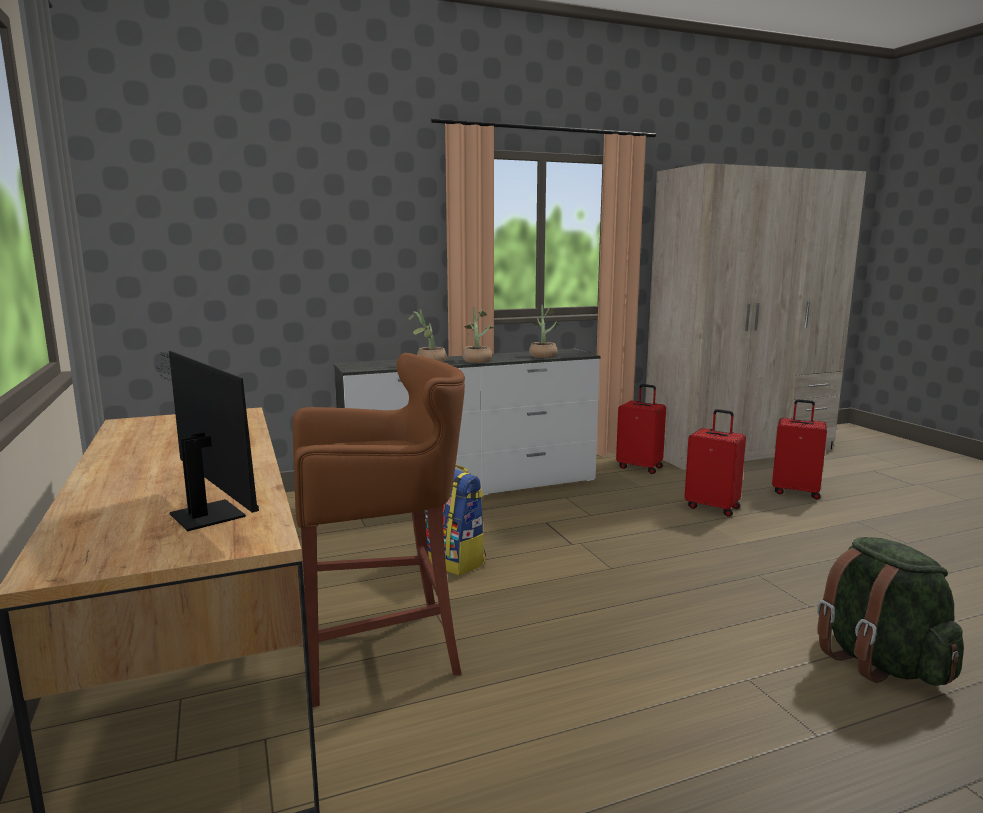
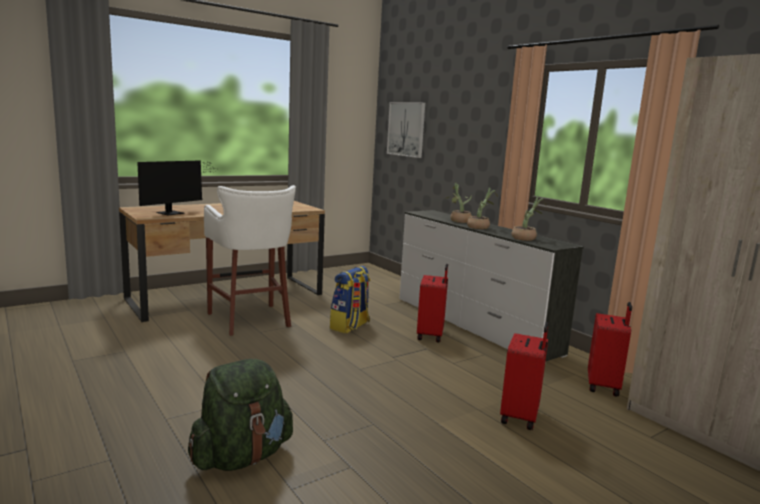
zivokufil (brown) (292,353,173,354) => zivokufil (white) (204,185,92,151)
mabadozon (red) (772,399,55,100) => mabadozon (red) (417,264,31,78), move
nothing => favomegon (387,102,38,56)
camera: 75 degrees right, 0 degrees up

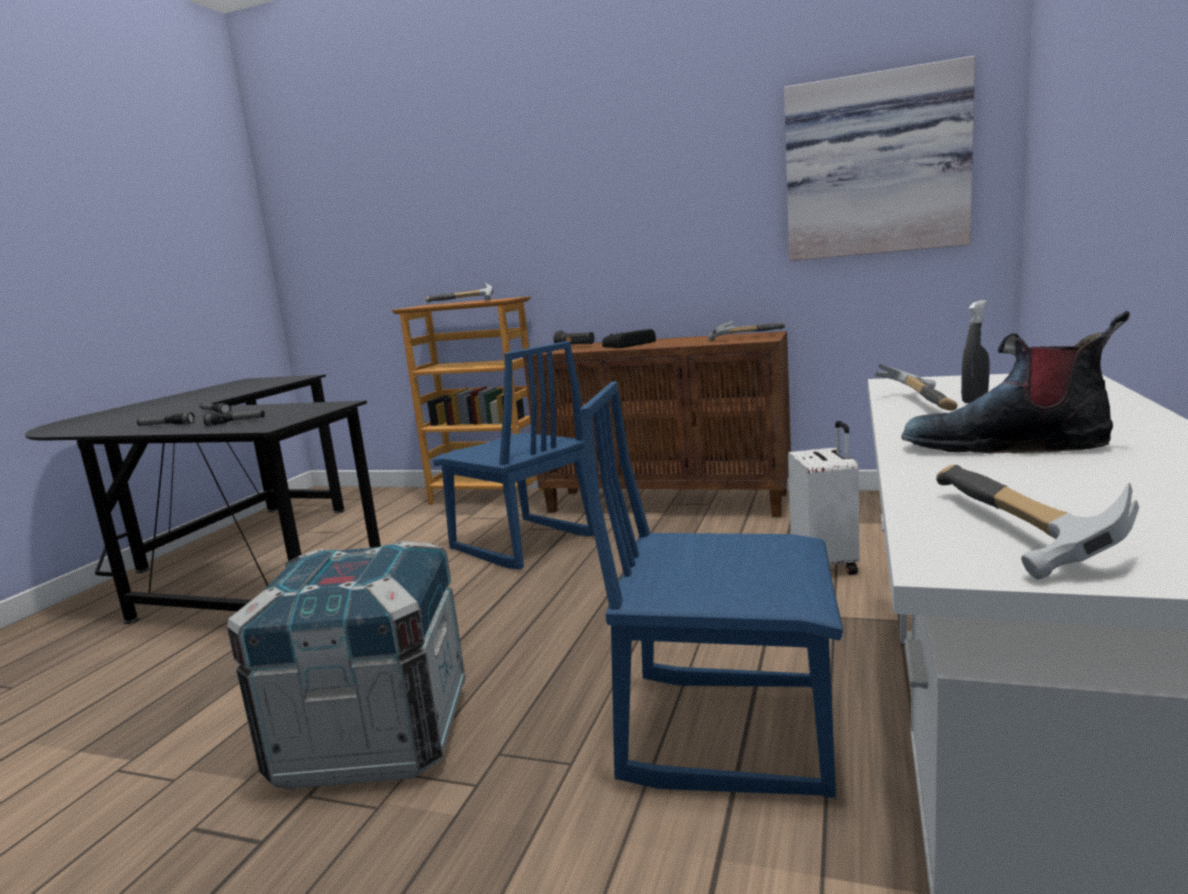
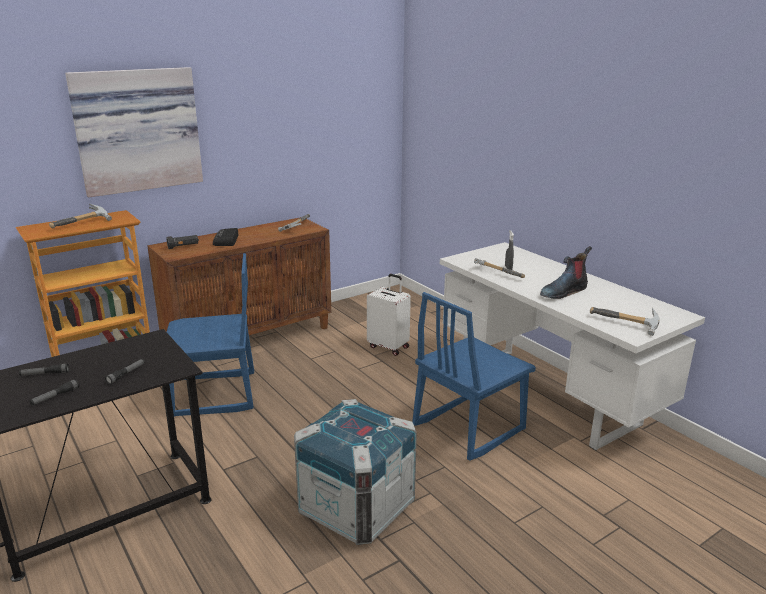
favomegon (784,56,191,205) => favomegon (65,67,138,130), move
camera: 55 degrees left, 10 degrees up

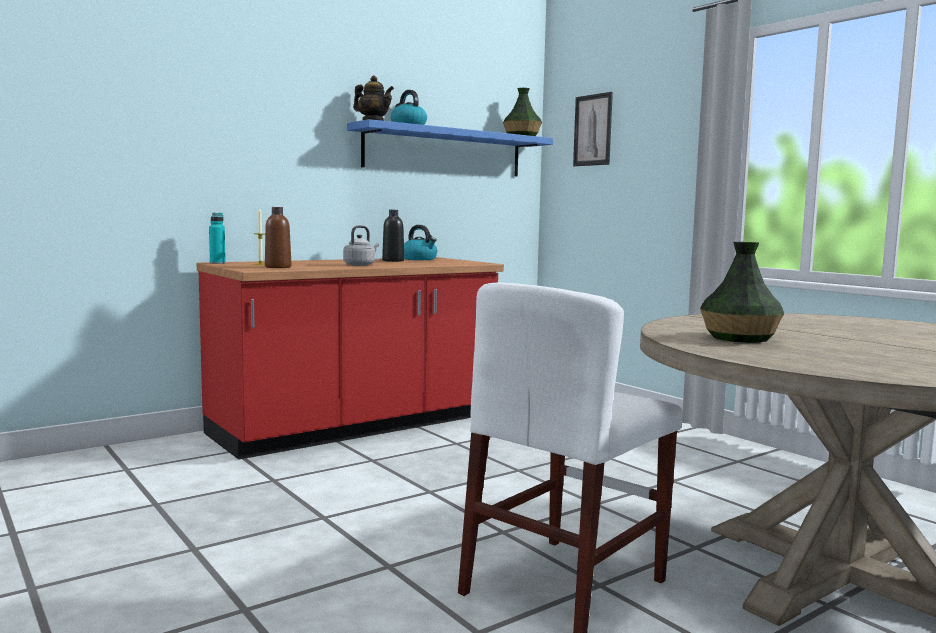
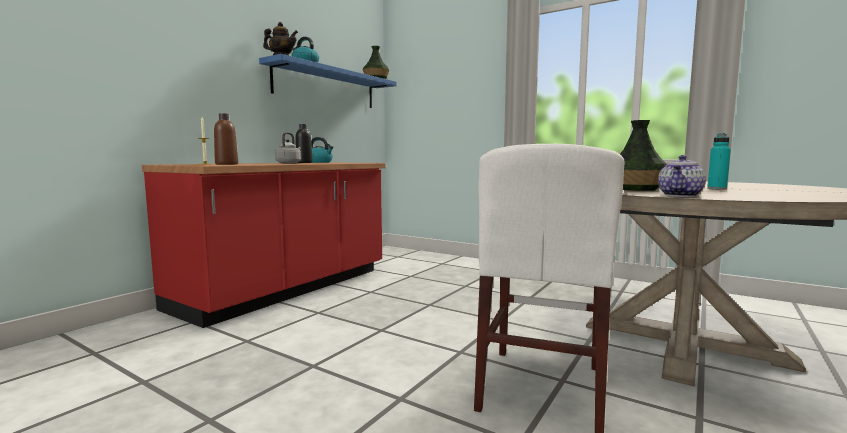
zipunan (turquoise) (209,213,17,51) => zipunan (turquoise) (707,133,24,57), move
favomegon (573,92,40,74) => nothing
nothing => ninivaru (658,155,48,42)
camera: 20 degrees left, 0 degrees up

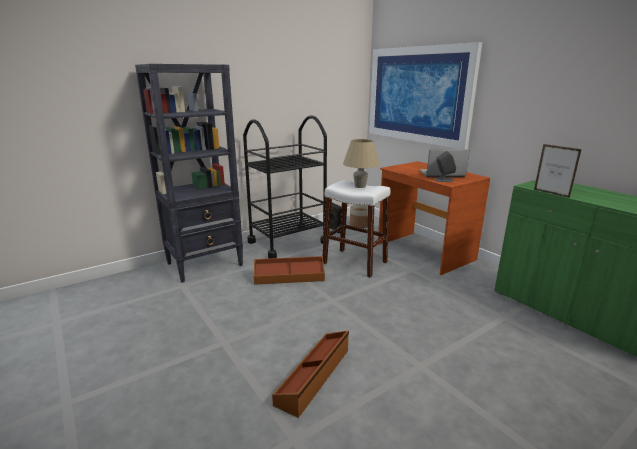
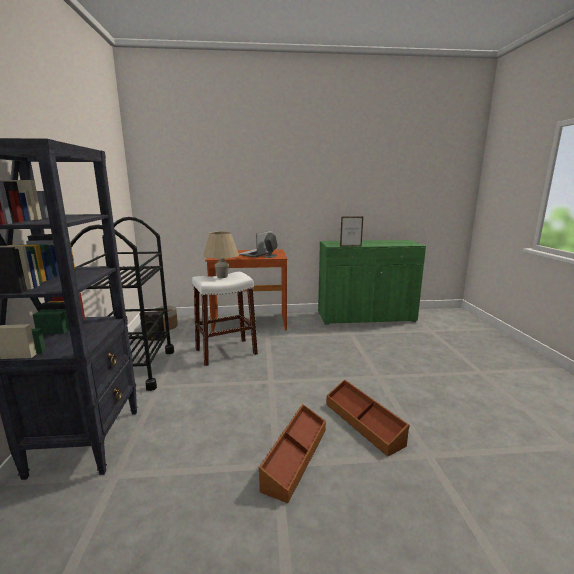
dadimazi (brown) (254,256,71,29) => dadimazi (brown) (259,404,67,99), move
favomegon (369,42,113,107) => nothing
camera: 60 degrees left, 5 degrees down

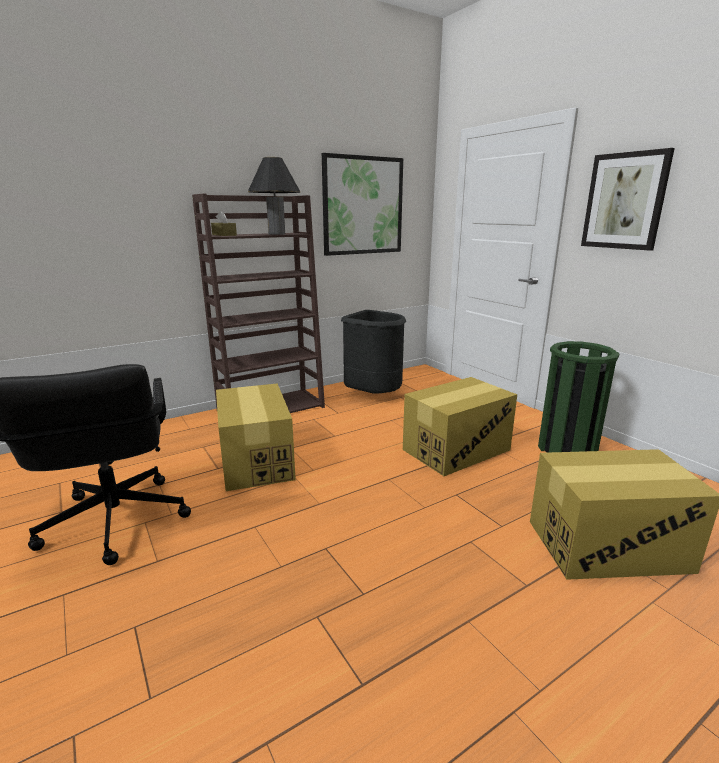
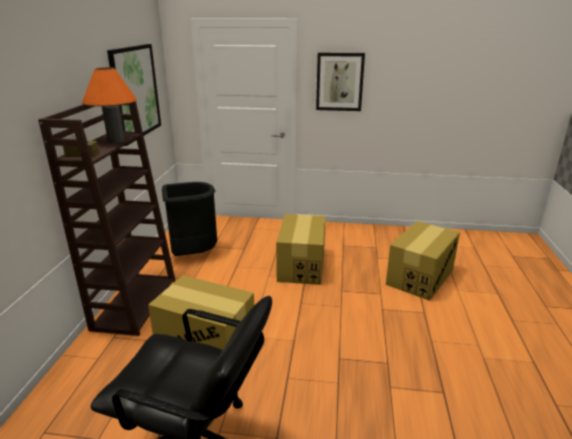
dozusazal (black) (248,157,52,78) => dozusazal (orange) (82,67,55,76)
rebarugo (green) (538,341,82,112) => nothing
camera: 50 degrees left, 5 degrees up

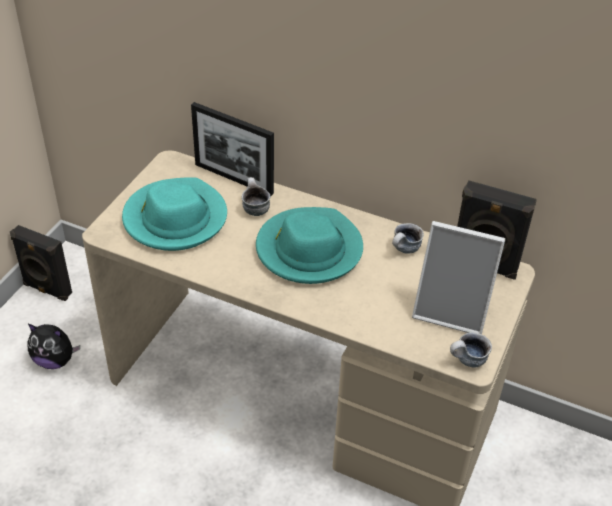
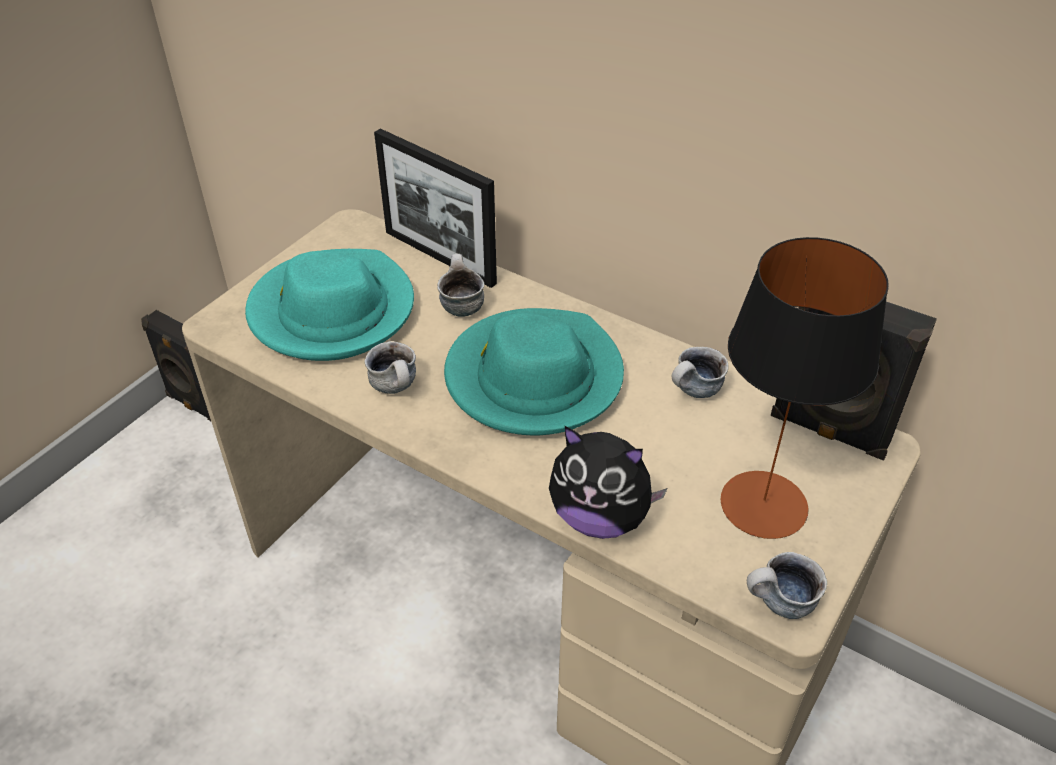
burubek (27,324,53,45) => burubek (549,426,119,113), move
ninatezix (412,221,93,113) => dozusazal (721,237,168,302)
nothing => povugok (364,341,52,53)
camera: 10 degrees right, 0 degrees up

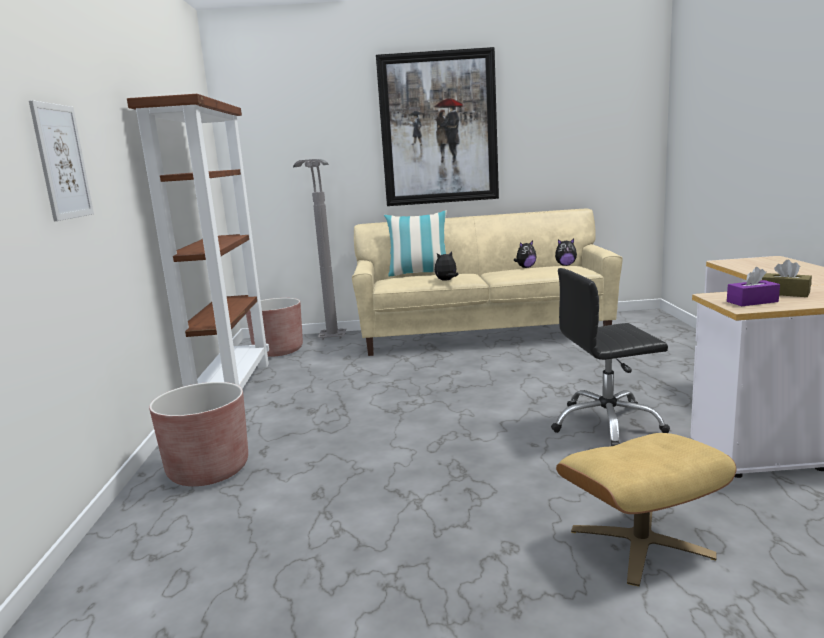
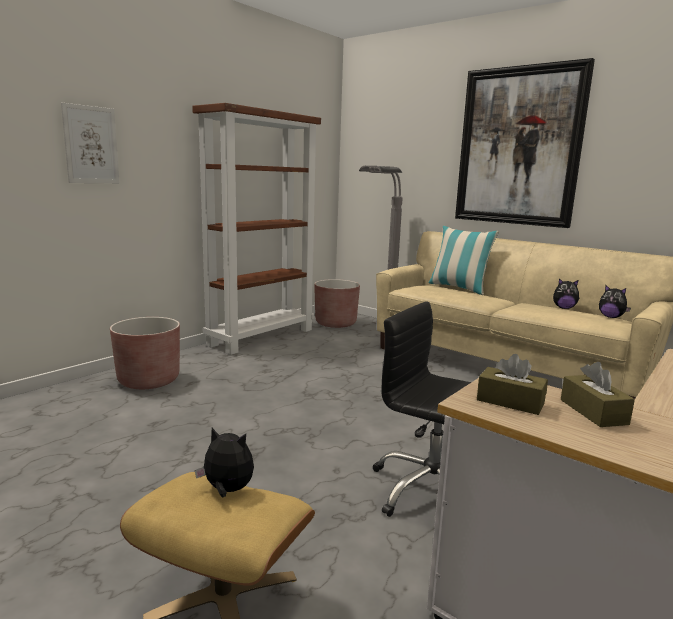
burubek (435,251,24,30) => burubek (195,428,59,70), move
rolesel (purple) (727,267,53,39) => rolesel (brown) (477,354,71,61)
camera: 40 degrees right, 0 degrees up

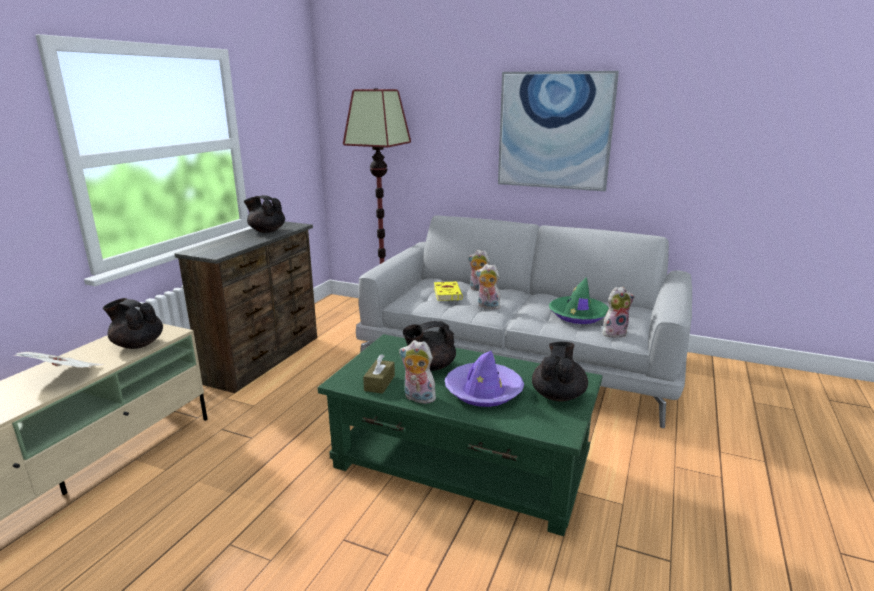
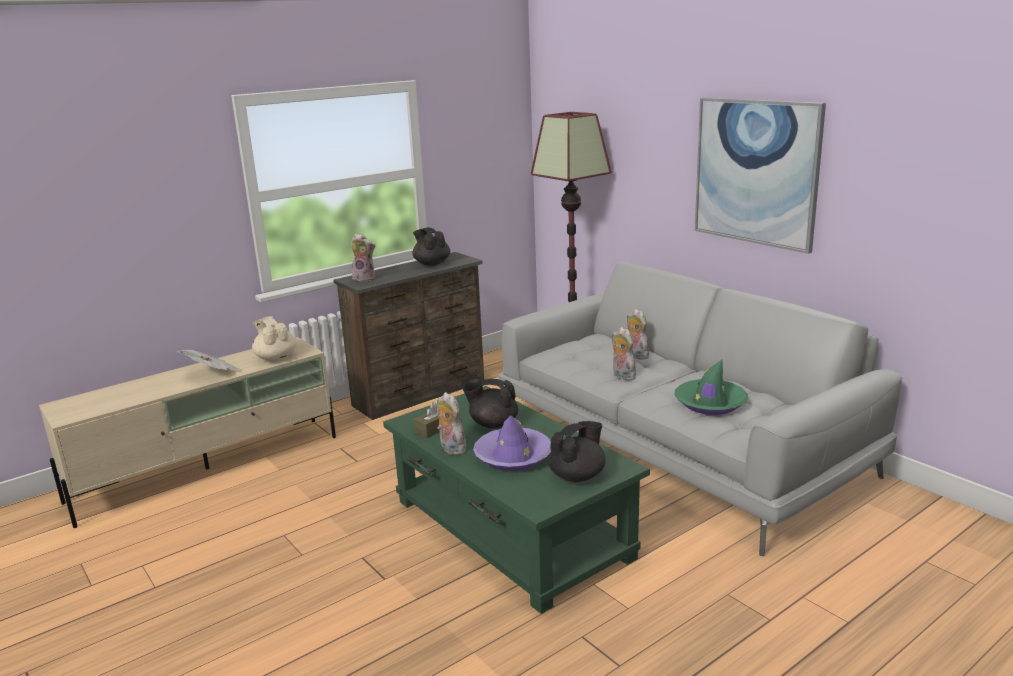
ninivaru (black) (103,298,60,51) => ninivaru (beige) (252,316,45,45)
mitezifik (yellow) (434,281,29,20) => nothing
burubek (602,286,33,52) => burubek (351,234,24,47), move
camera: 30 degrees right, 0 degrees up

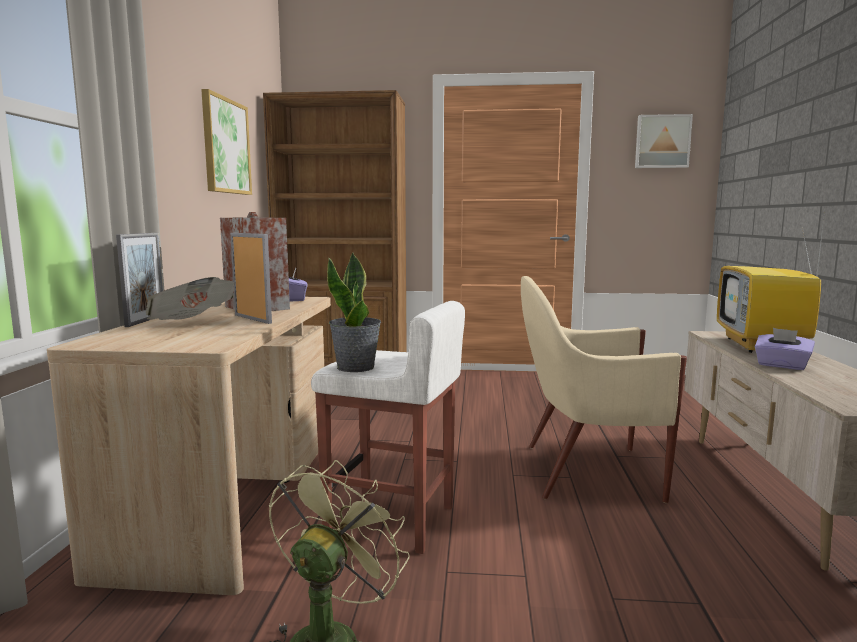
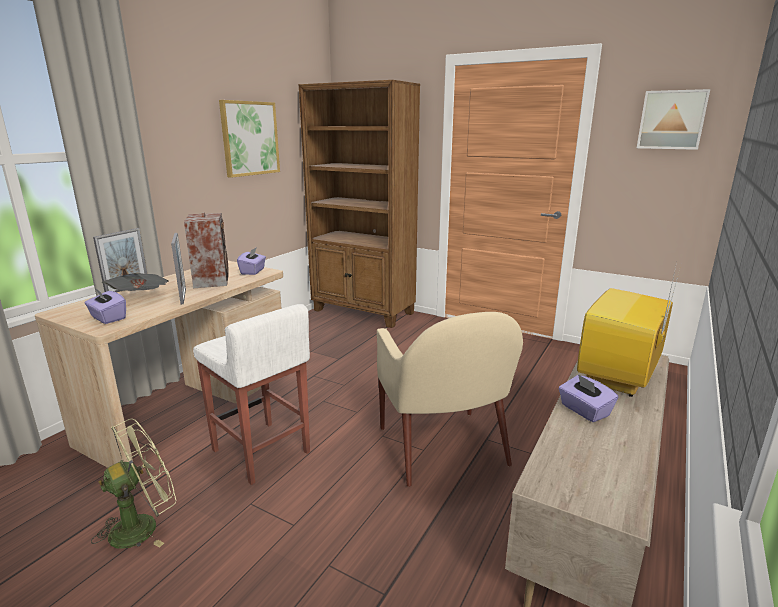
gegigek (327,252,54,120) => nothing
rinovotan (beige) (521,276,166,227) => rinovotan (beige) (377,312,146,175), 135 degrees counterclockwise
nothing => rolesel (purple) (84,288,42,36)
camera: 25 degrees right, 10 degrees up

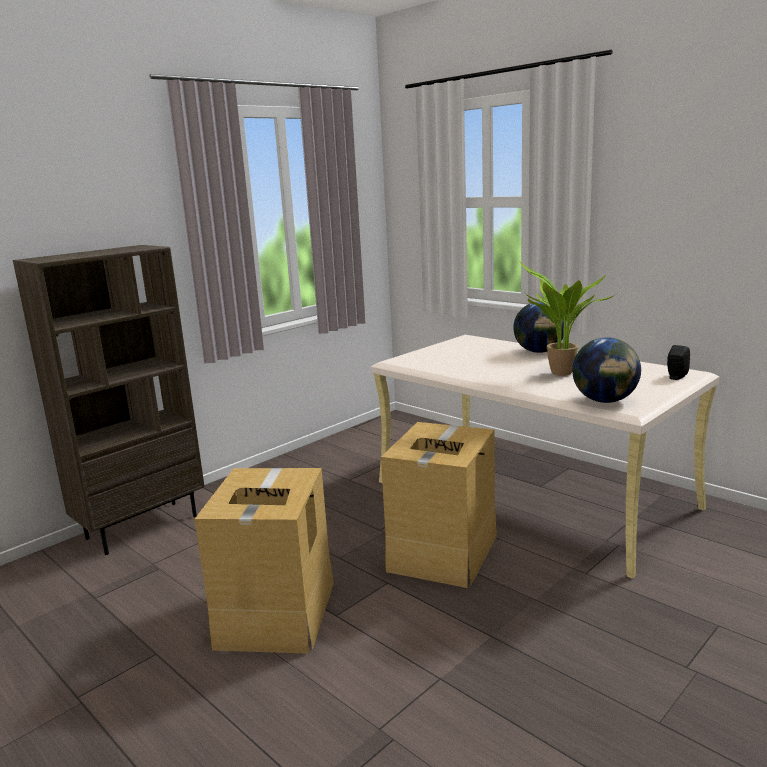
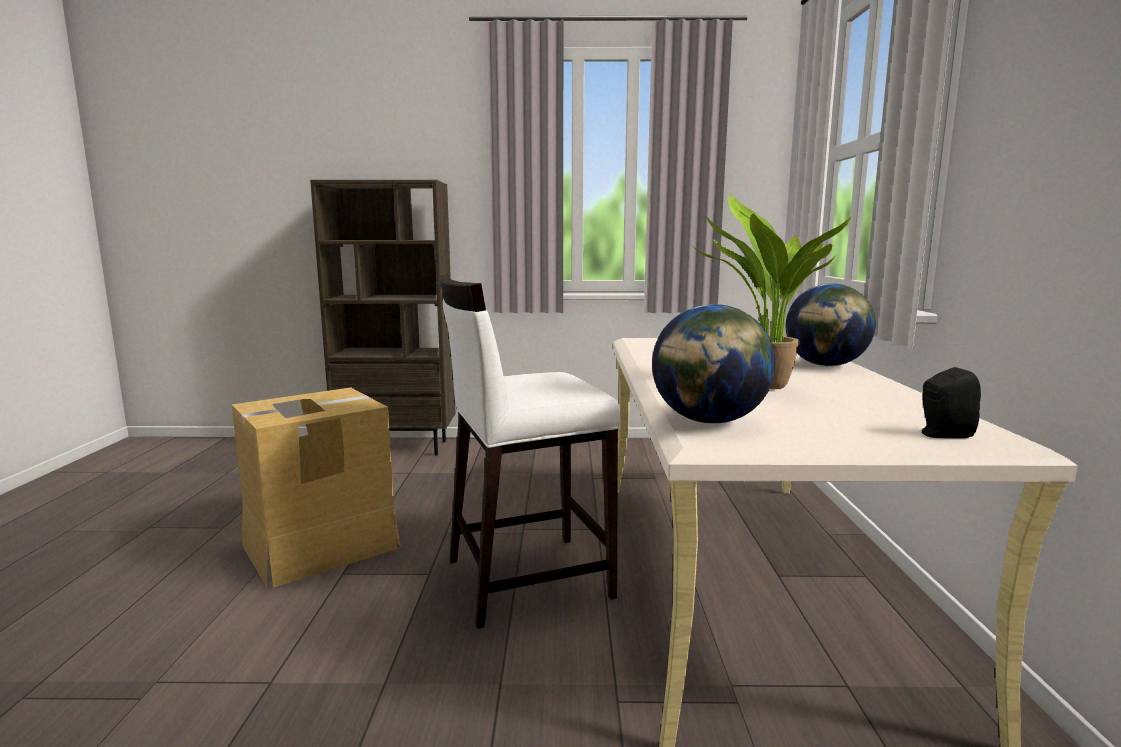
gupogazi (381,422,116,166) => zivokufil (white) (439,274,181,355)
camera: 45 degrees right, 5 degrees down

